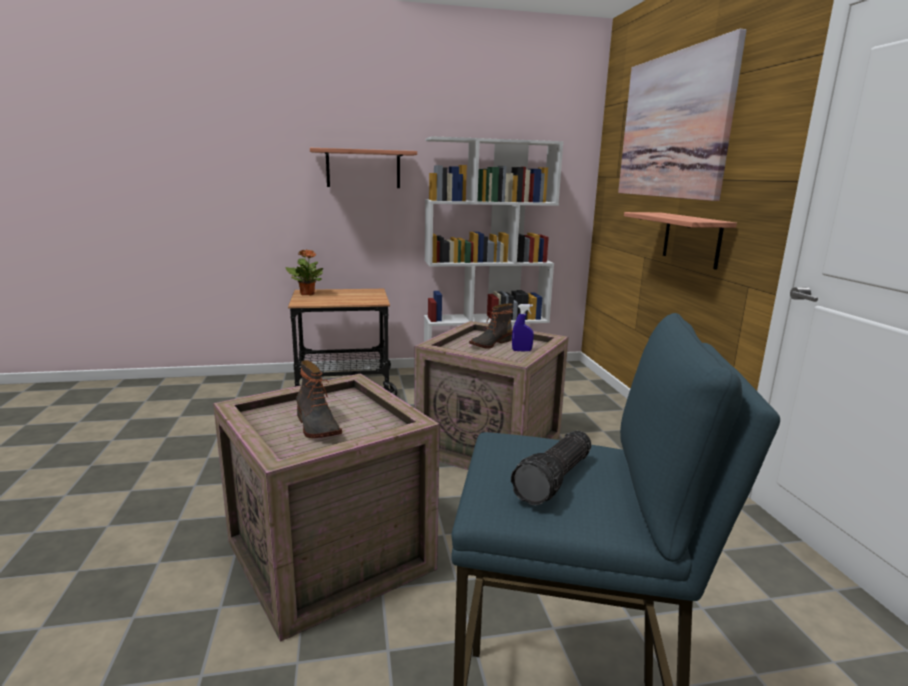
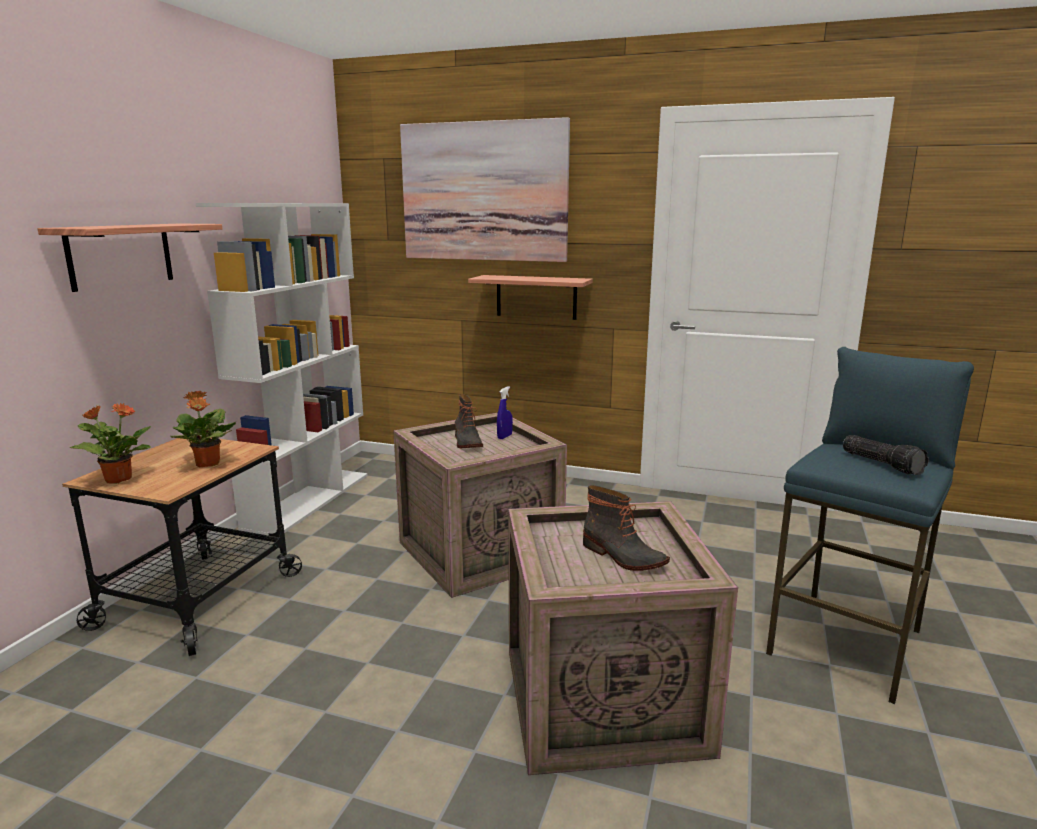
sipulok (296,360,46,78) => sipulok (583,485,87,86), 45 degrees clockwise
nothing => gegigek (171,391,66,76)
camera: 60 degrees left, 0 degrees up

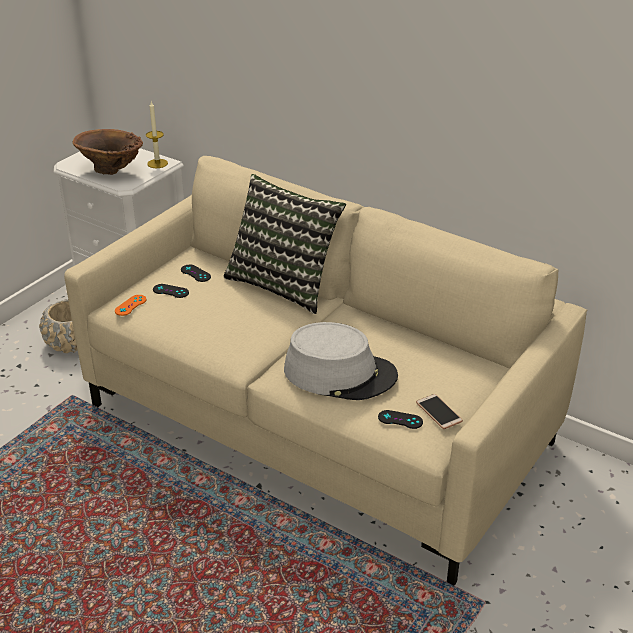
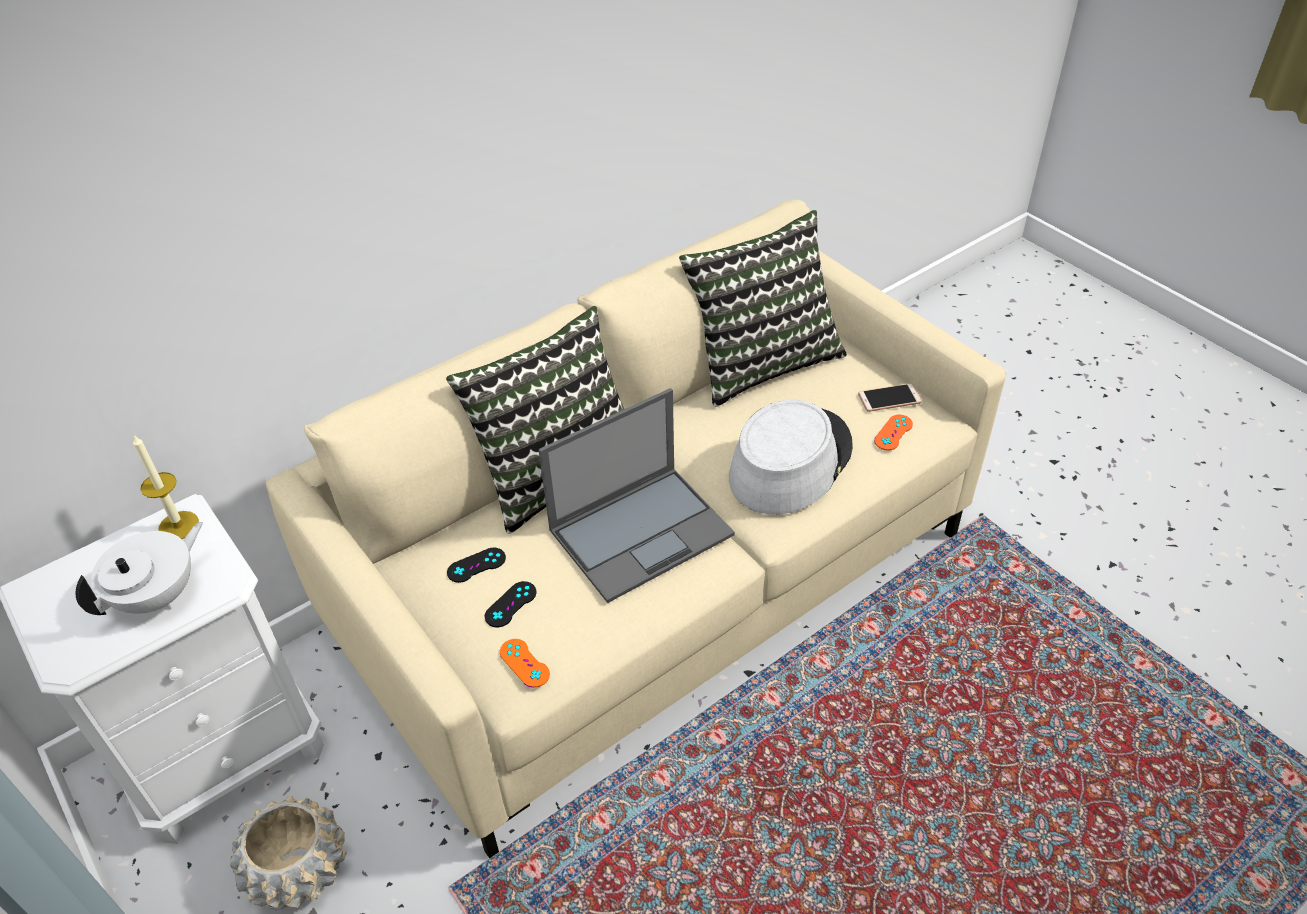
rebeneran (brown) (72,129,71,46) => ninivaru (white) (75,522,128,93)
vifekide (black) (378,410,45,19) => vifekide (orange) (874,415,39,36)
nothing => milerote (538,388,197,215)
nothing => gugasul (679,210,168,197)
camera: 70 degrees left, 10 degrees up

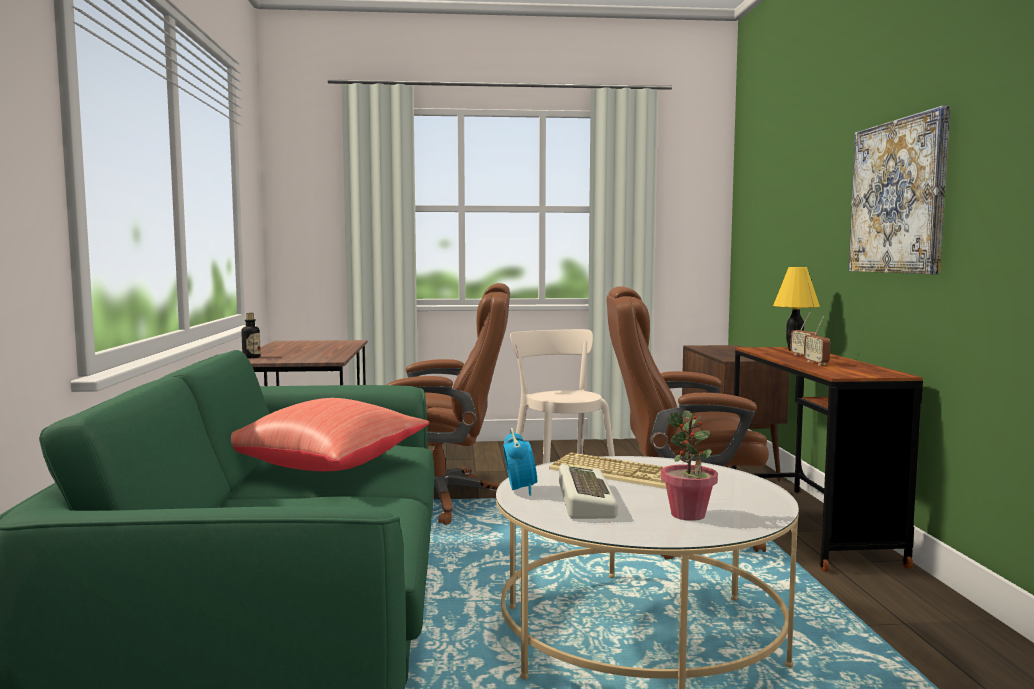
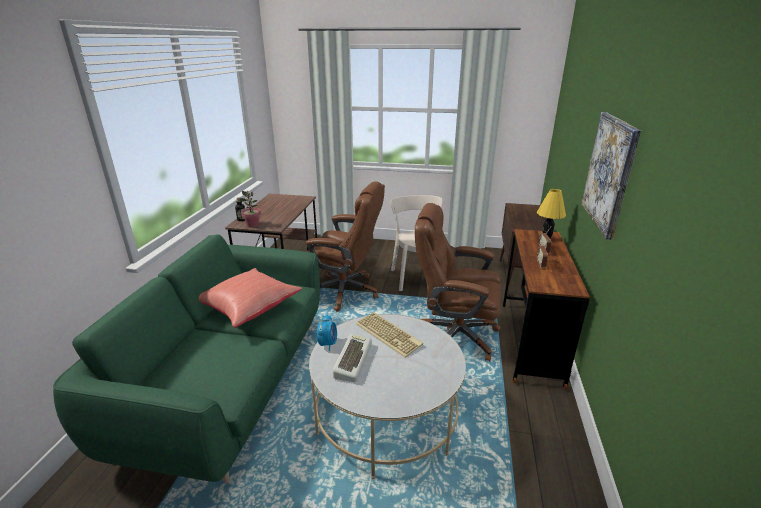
gegigek (661,410,57,111) => gegigek (239,191,22,36), move
camera: 15 degrees right, 20 degrees up

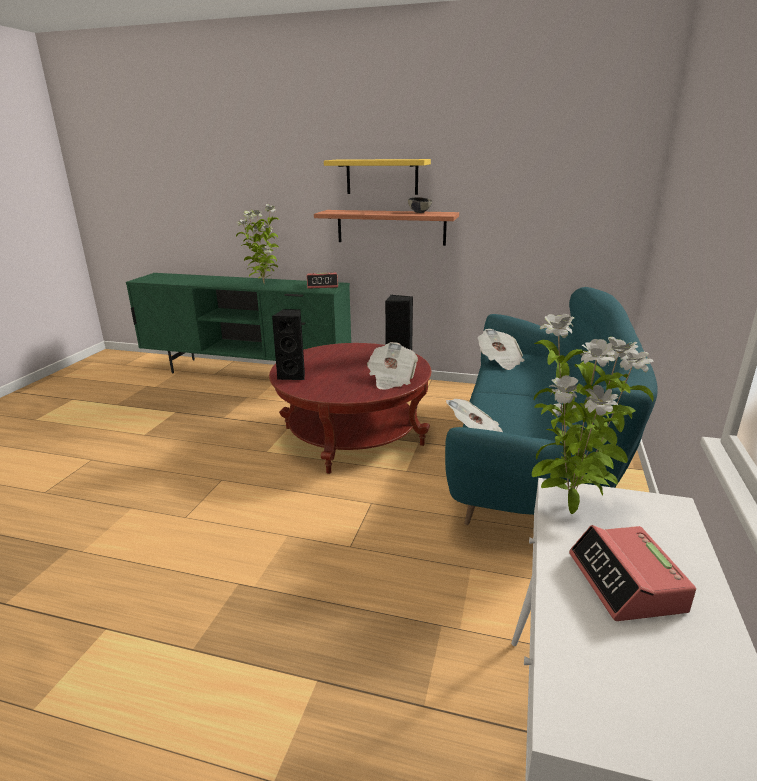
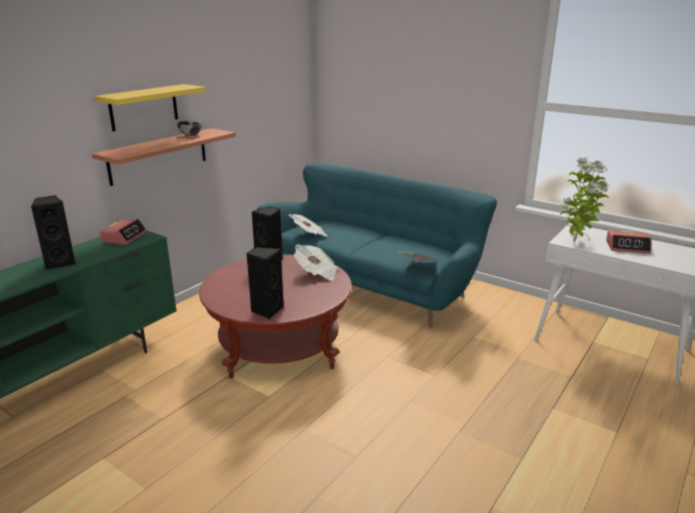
gegigek (236,204,43,79) => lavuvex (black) (31,195,45,75)
camera: 70 degrees left, 0 degrees up

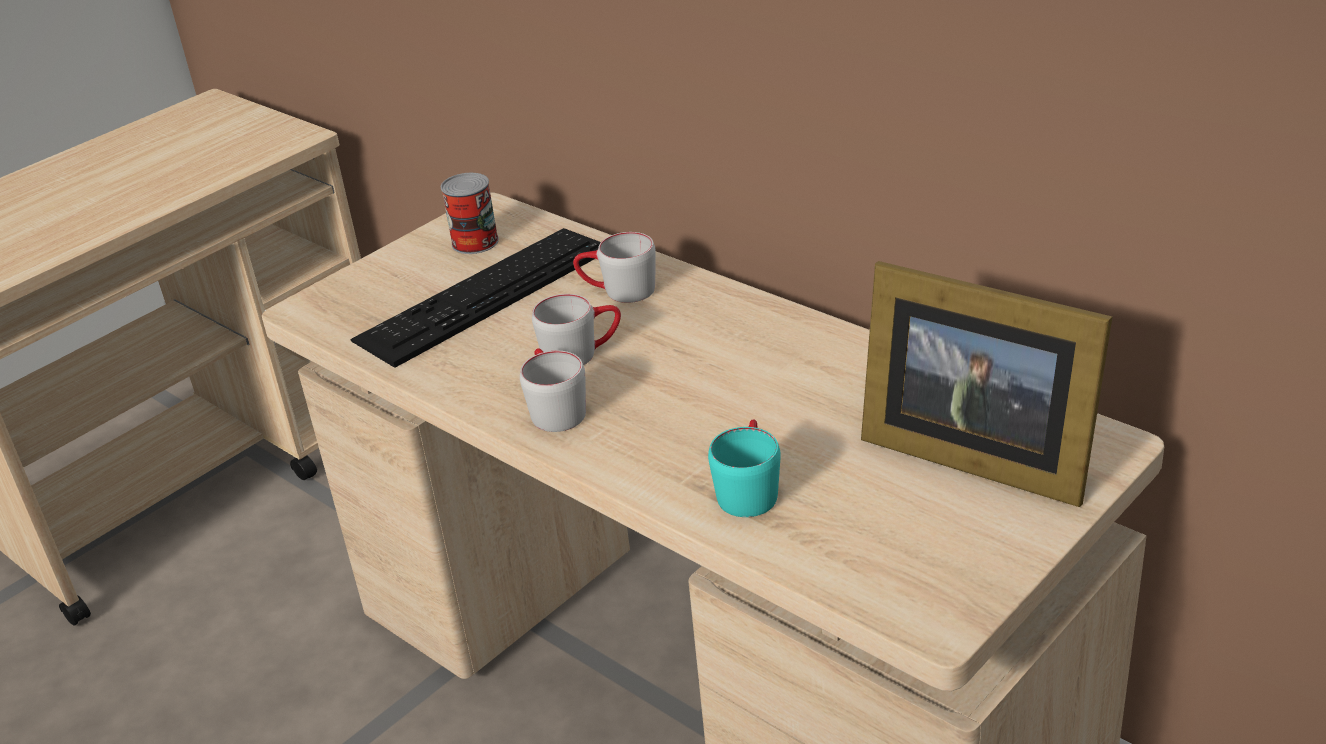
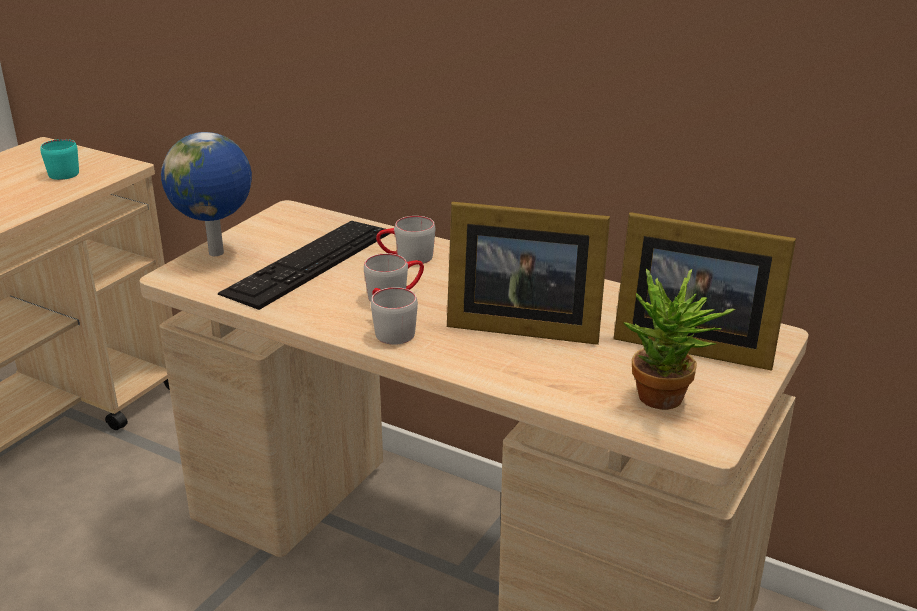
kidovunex (441,173,58,81) => nothing
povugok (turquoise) (708,419,73,98) => povugok (turquoise) (40,139,39,41), move
nothing => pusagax (161,132,91,124)
nothing => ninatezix (447,202,163,143)
nothing => gegigek (623,268,113,142)
camera: 15 degrees left, 5 degrees down

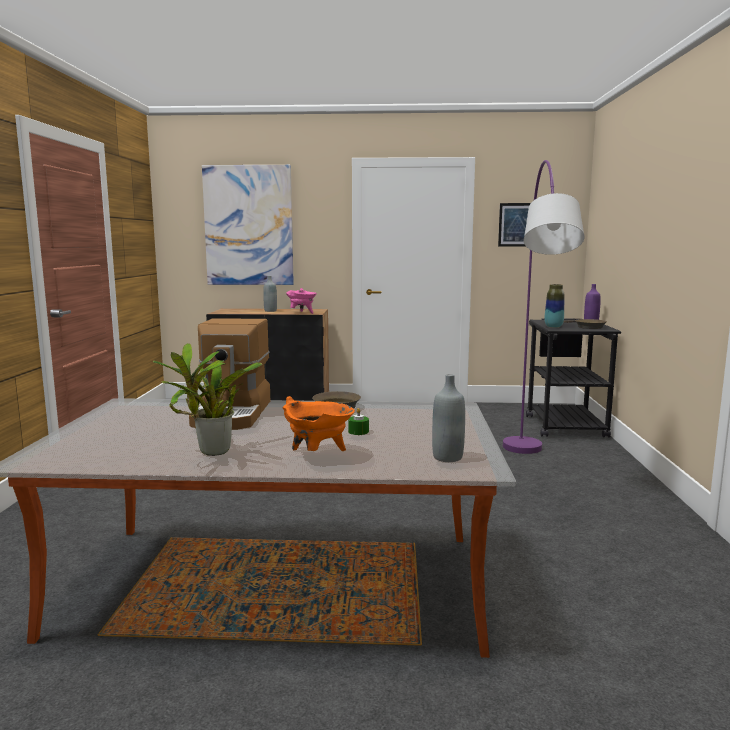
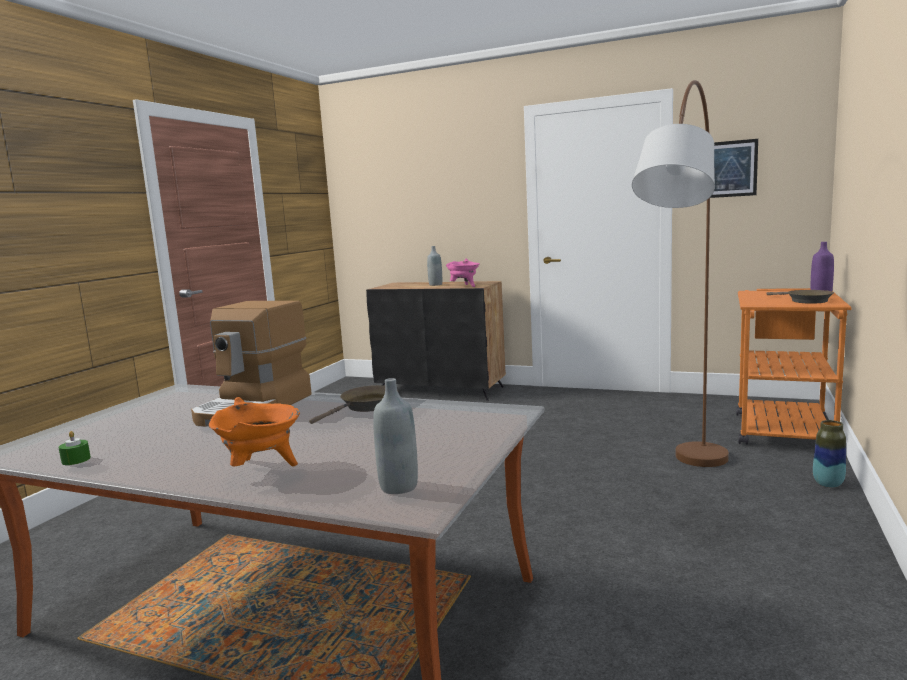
gegigek (153,343,110,113) => nothing
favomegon (202,165,92,120) => nothing
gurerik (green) (348,408,21,27) => gurerik (green) (58,431,33,34), move
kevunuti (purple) (503,160,82,294) => kevunuti (brown) (632,80,97,387)
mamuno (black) (526,318,95,120) => mamuno (orange) (736,288,115,157)
rebeneran (544,284,20,44) => rebeneran (813,420,33,68), move
camera: 20 degrees right, 0 degrees up

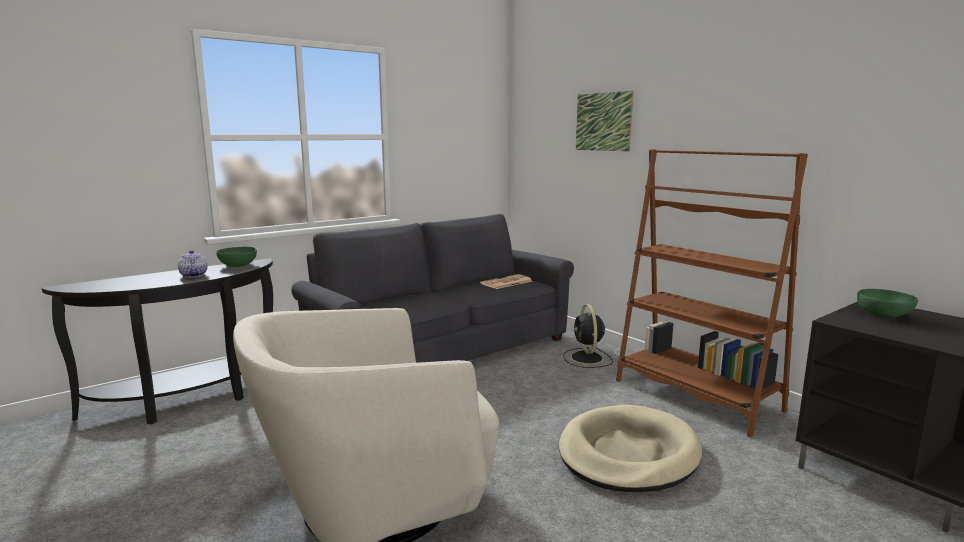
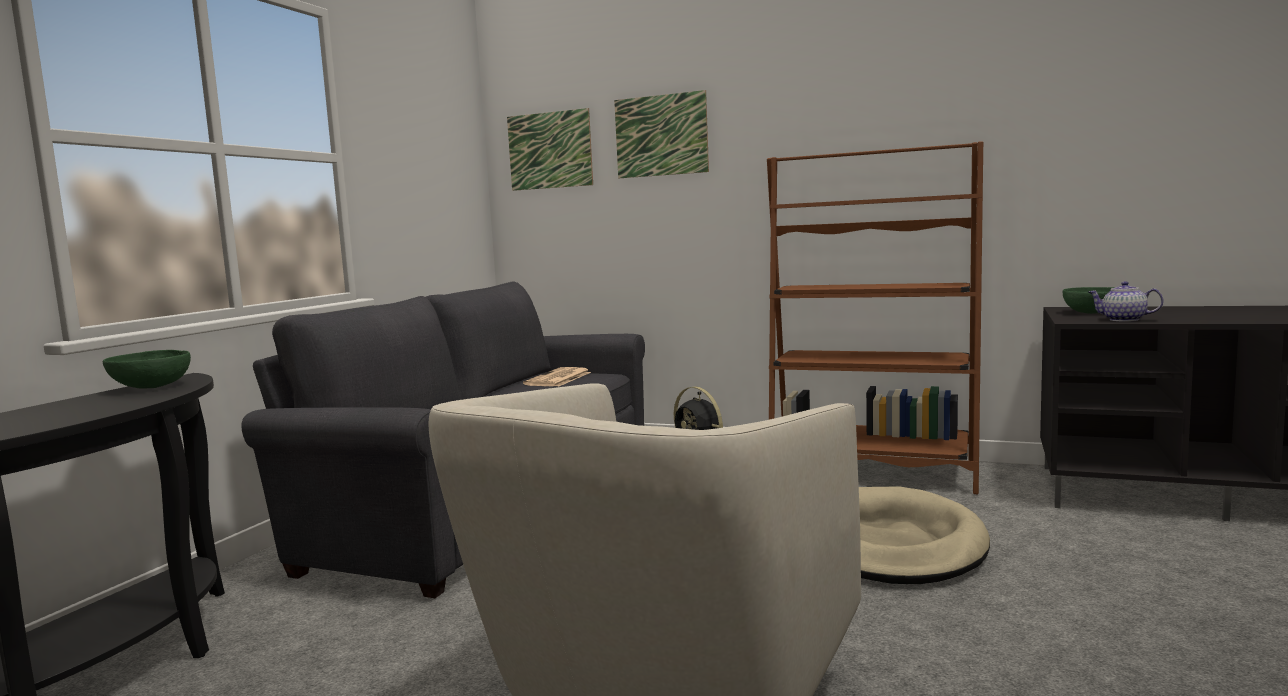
ninivaru (178,250,29,28) => ninivaru (1088,281,76,41), move
nothing => favomegon (507,108,86,83)
camera: 30 degrees left, 5 degrees down

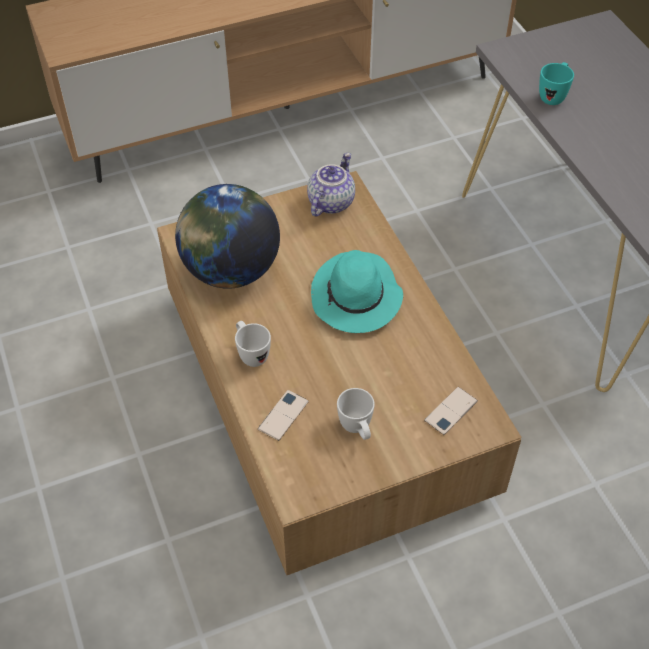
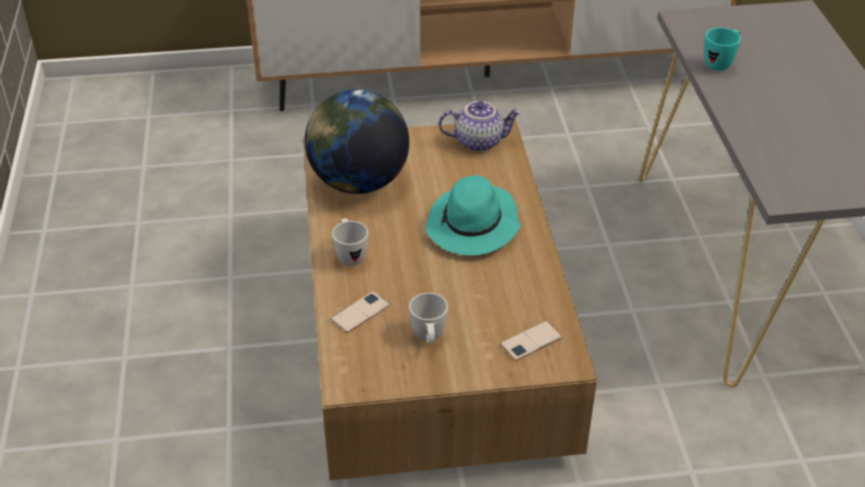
ninivaru (307,153,48,64) => ninivaru (438,101,84,51), 45 degrees clockwise
camera: 15 degrees right, 10 degrees down

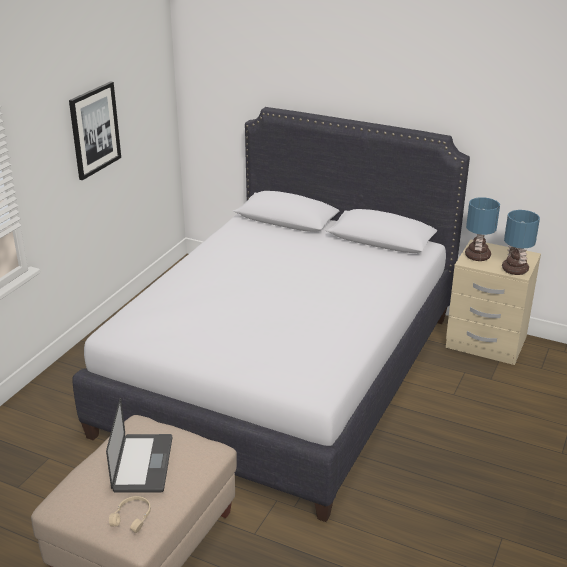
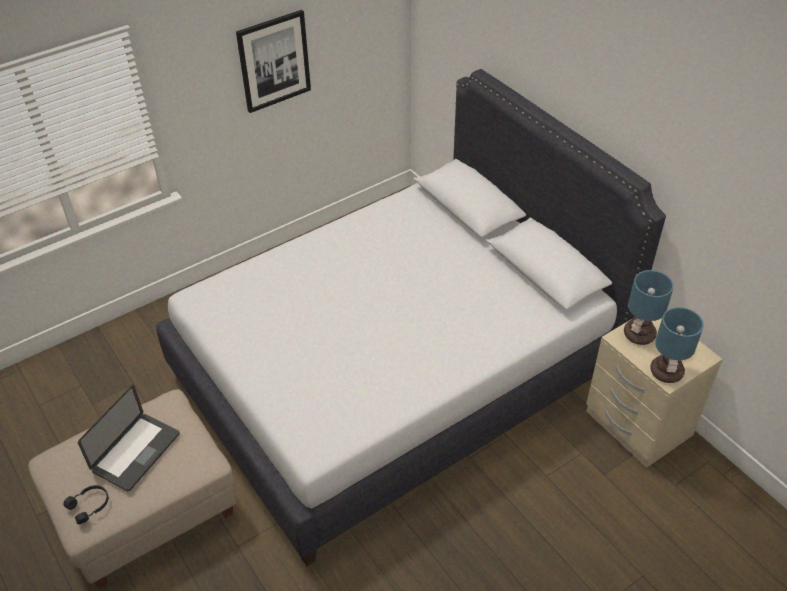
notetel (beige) (109,496,42,37) => notetel (black) (63,485,46,39)
camera: 30 degrees right, 15 degrees up

